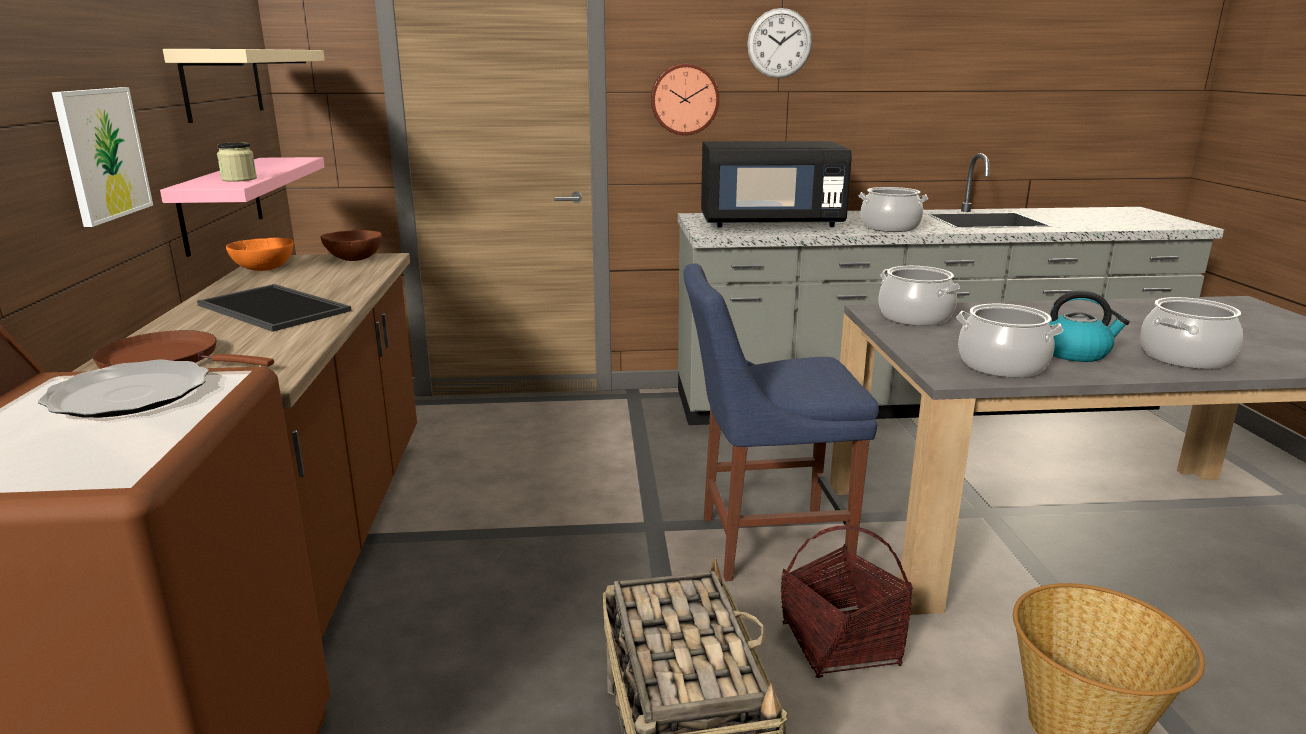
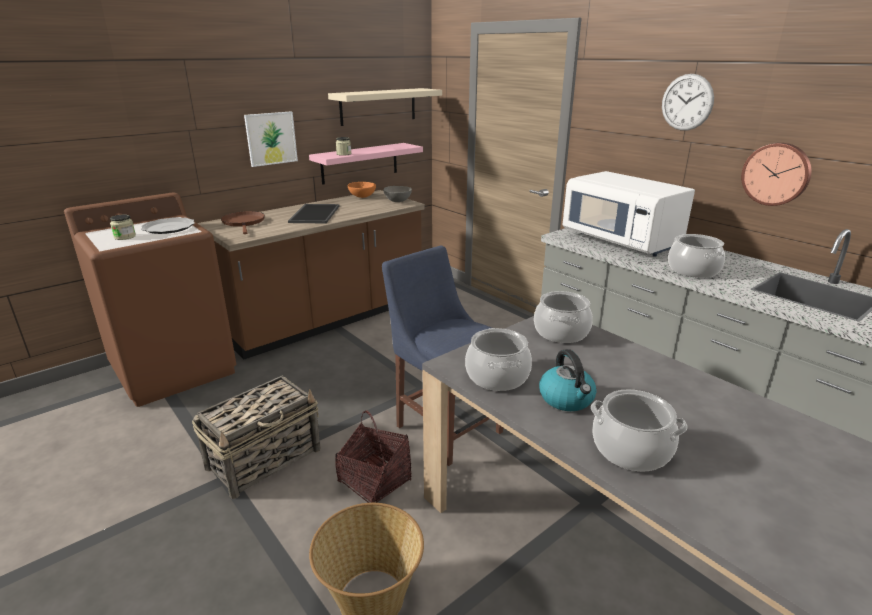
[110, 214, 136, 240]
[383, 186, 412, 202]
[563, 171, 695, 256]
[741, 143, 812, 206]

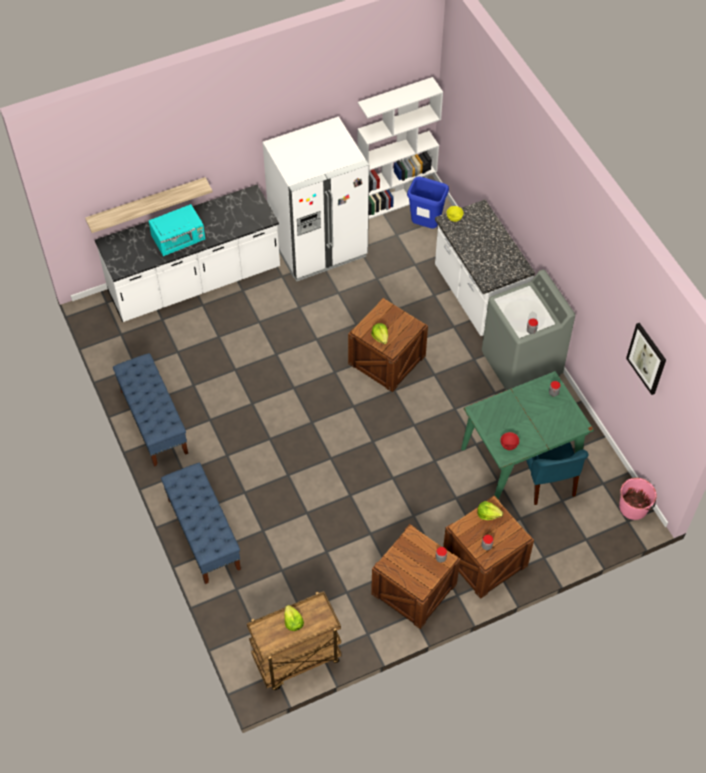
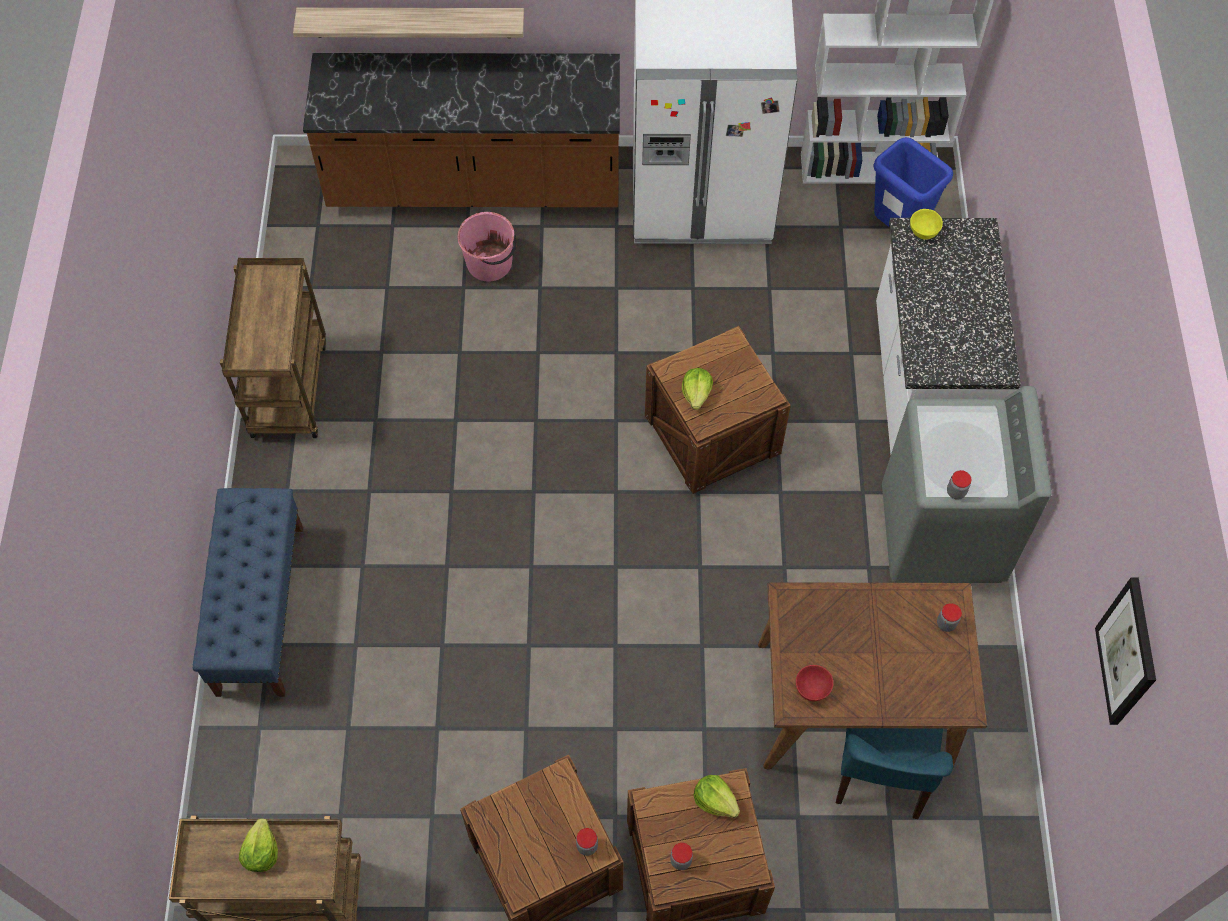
[220, 258, 326, 438]
[303, 53, 620, 207]
[457, 212, 517, 281]
[758, 582, 987, 769]
[149, 204, 205, 256] (first image)

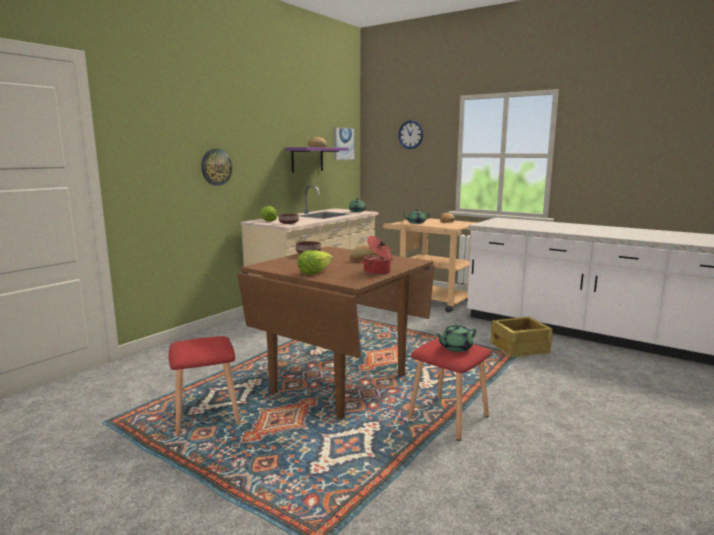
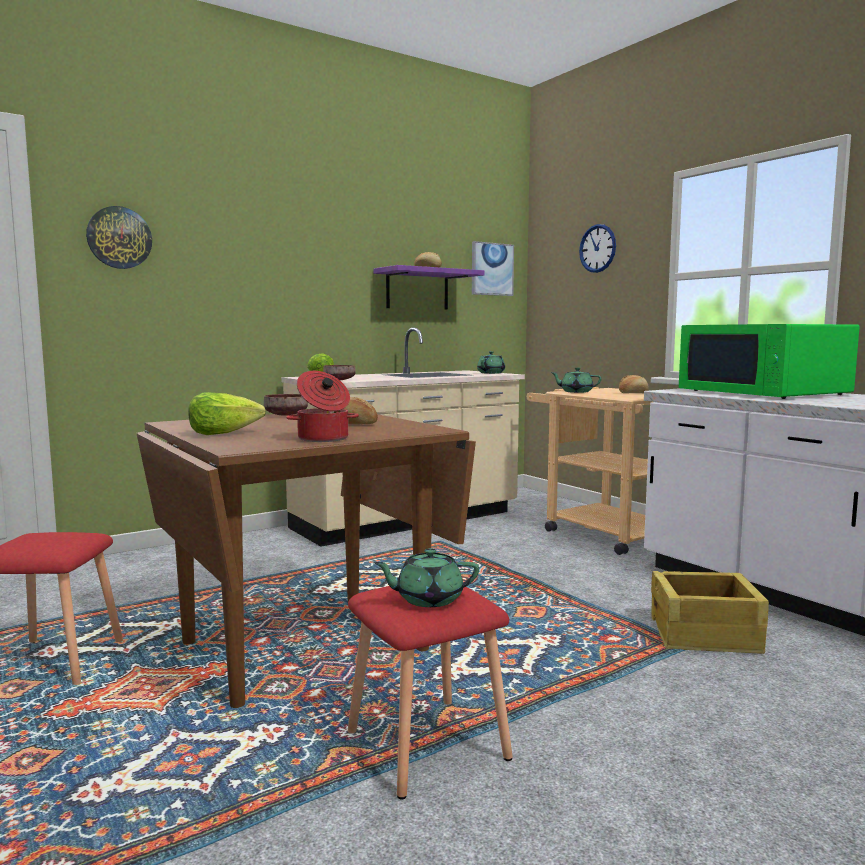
[86, 206, 152, 269]
[679, 324, 859, 399]

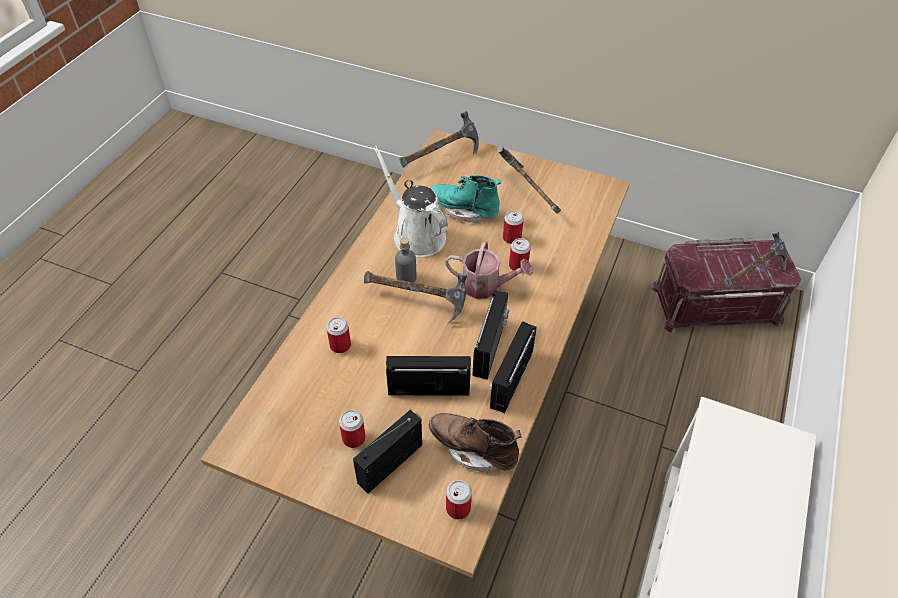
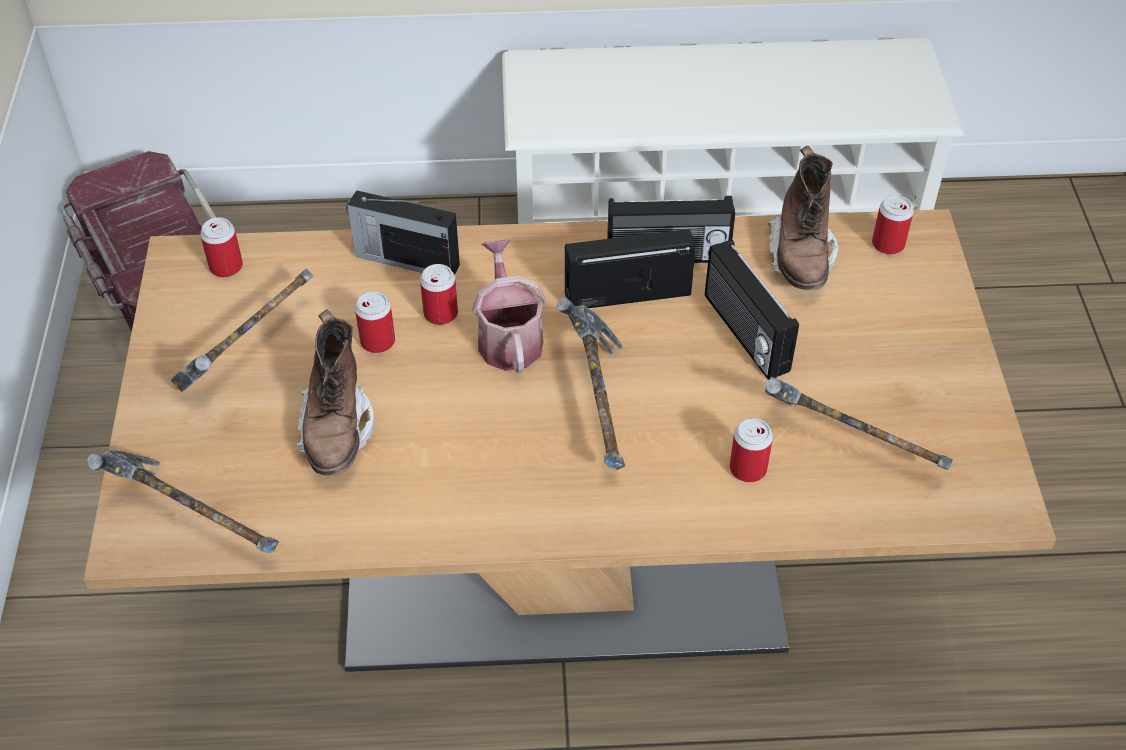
[200, 217, 243, 277]
[296, 310, 374, 475]
[346, 190, 460, 275]
[765, 377, 953, 470]
[373, 146, 448, 257] (first image)
[395, 237, 416, 283] (first image)

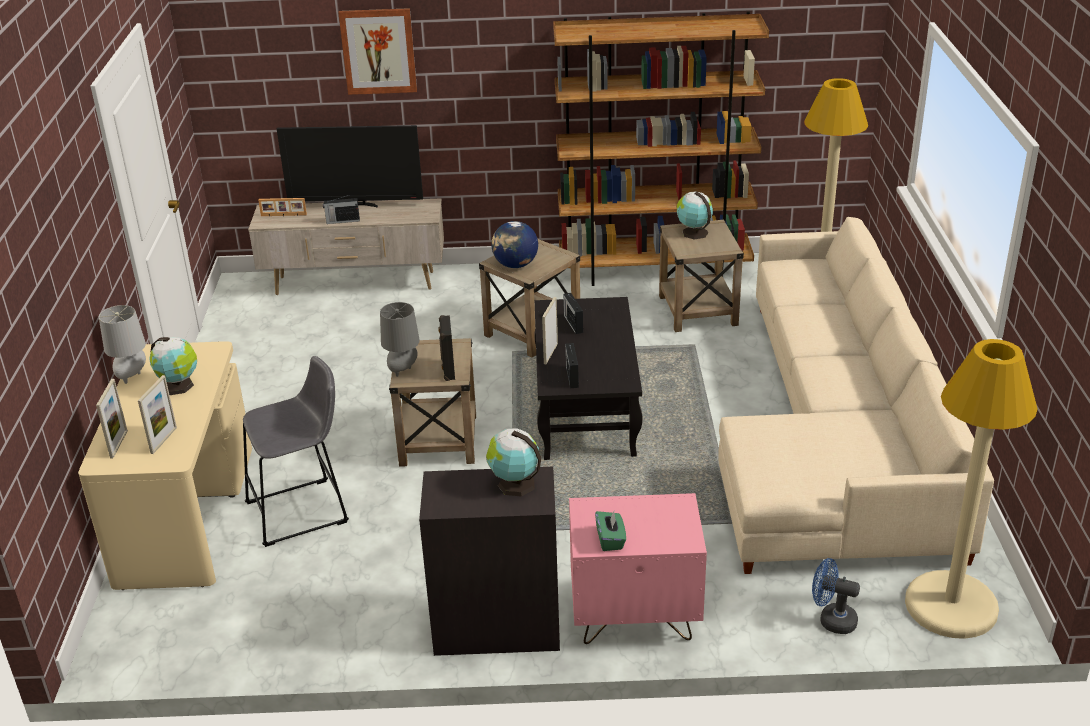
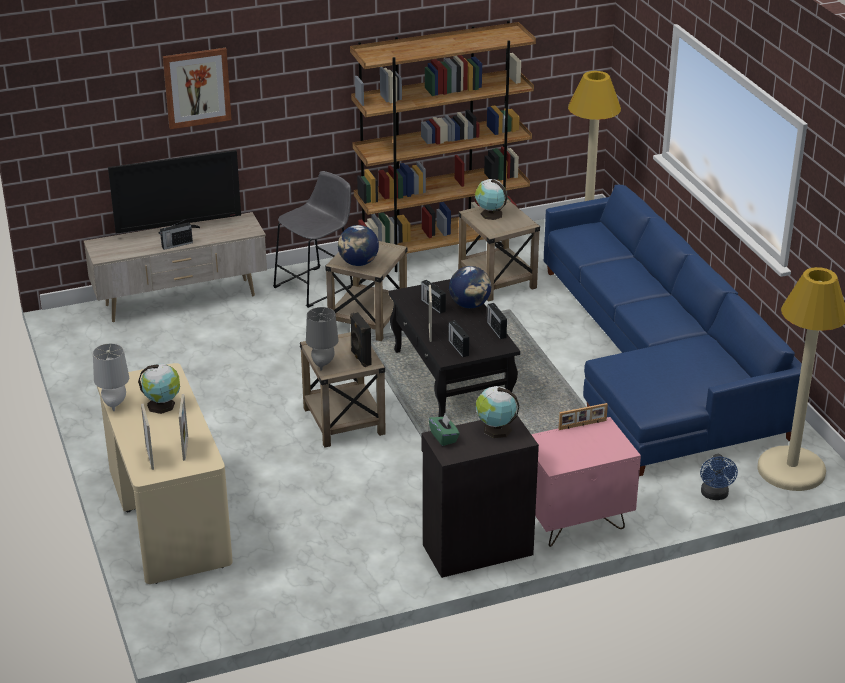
[273, 171, 353, 308]
[429, 414, 460, 446]
[449, 266, 491, 308]
[487, 303, 507, 339]
[544, 185, 802, 476]
[559, 403, 608, 430]
[700, 454, 738, 500]

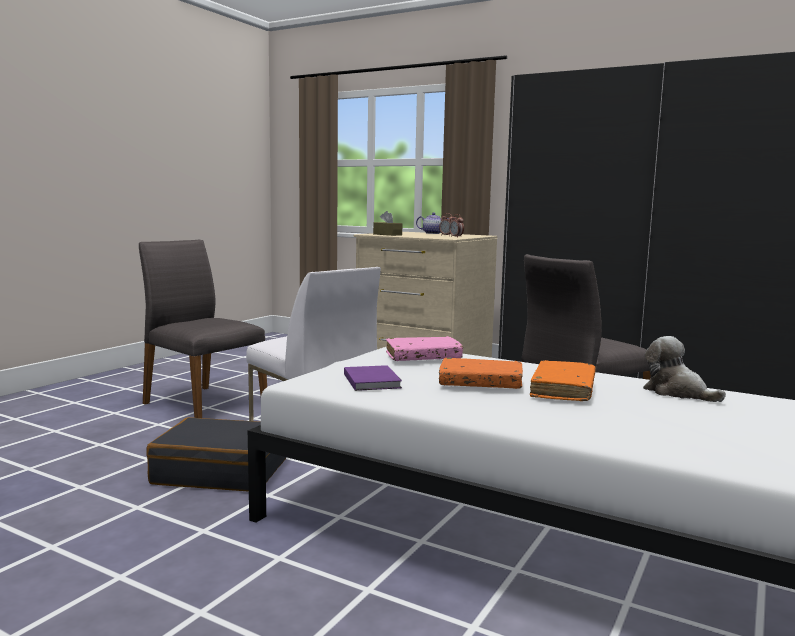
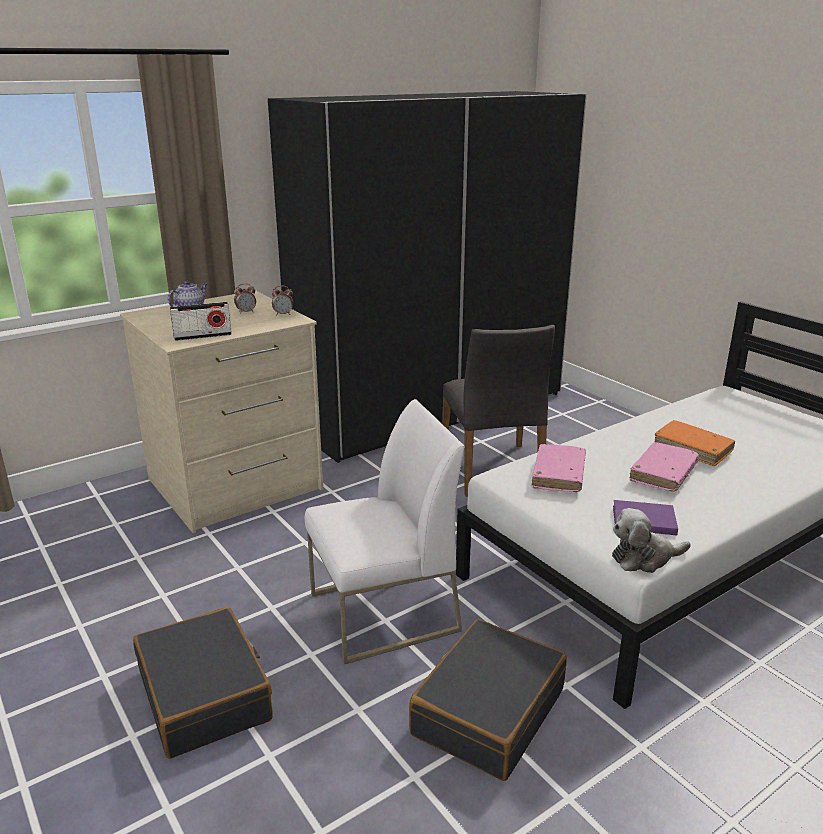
[133, 607, 273, 759]
[170, 302, 232, 341]
[612, 508, 691, 573]
[629, 442, 699, 492]

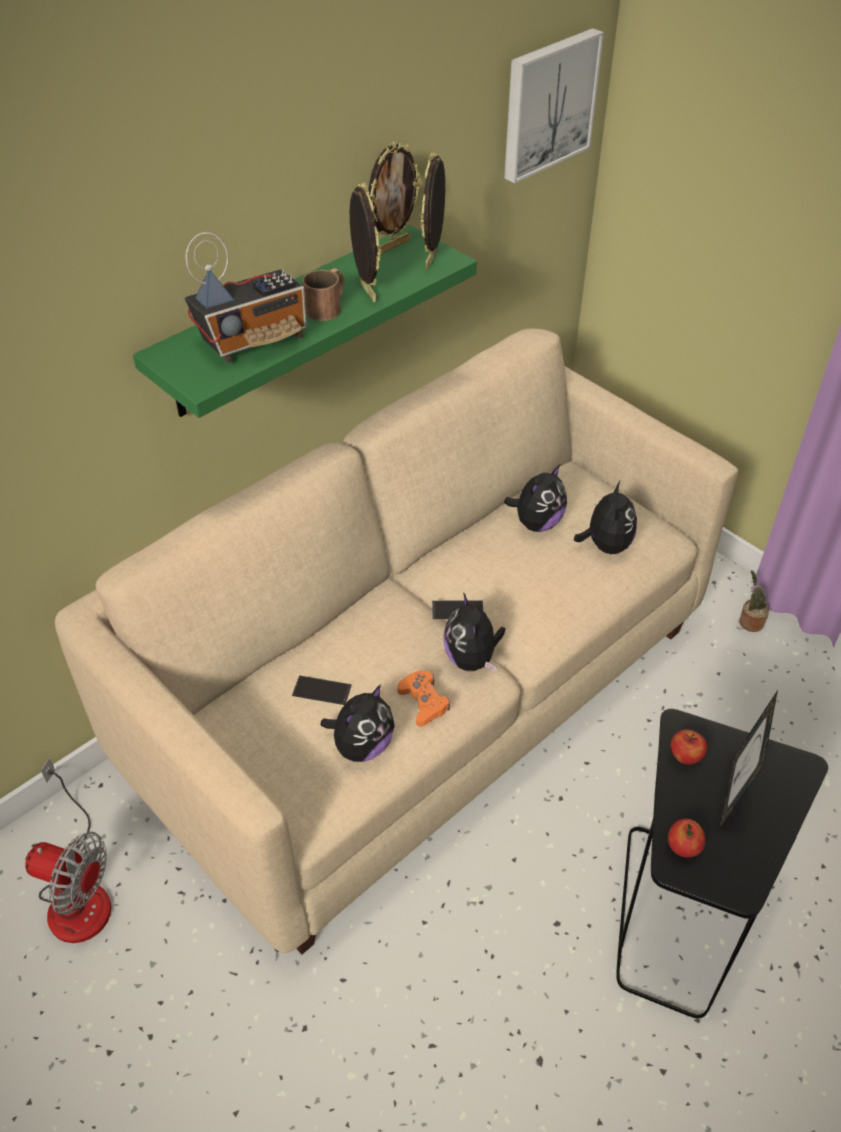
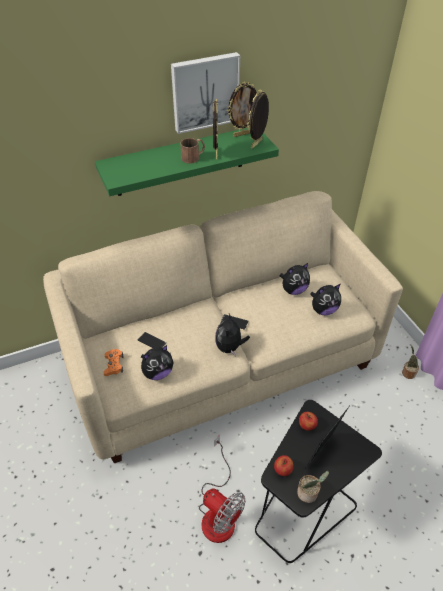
[103, 349, 124, 376]
[171, 52, 240, 134]
[199, 435, 246, 543]
[297, 471, 329, 503]
[310, 284, 341, 315]
[185, 232, 307, 363] (first image)

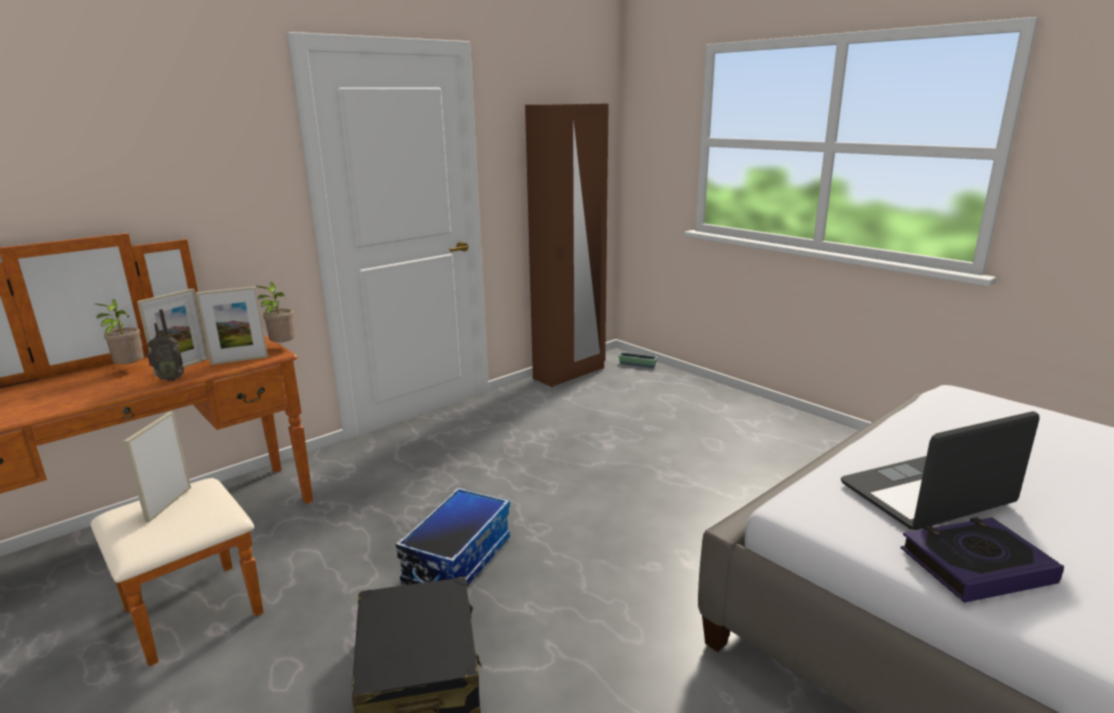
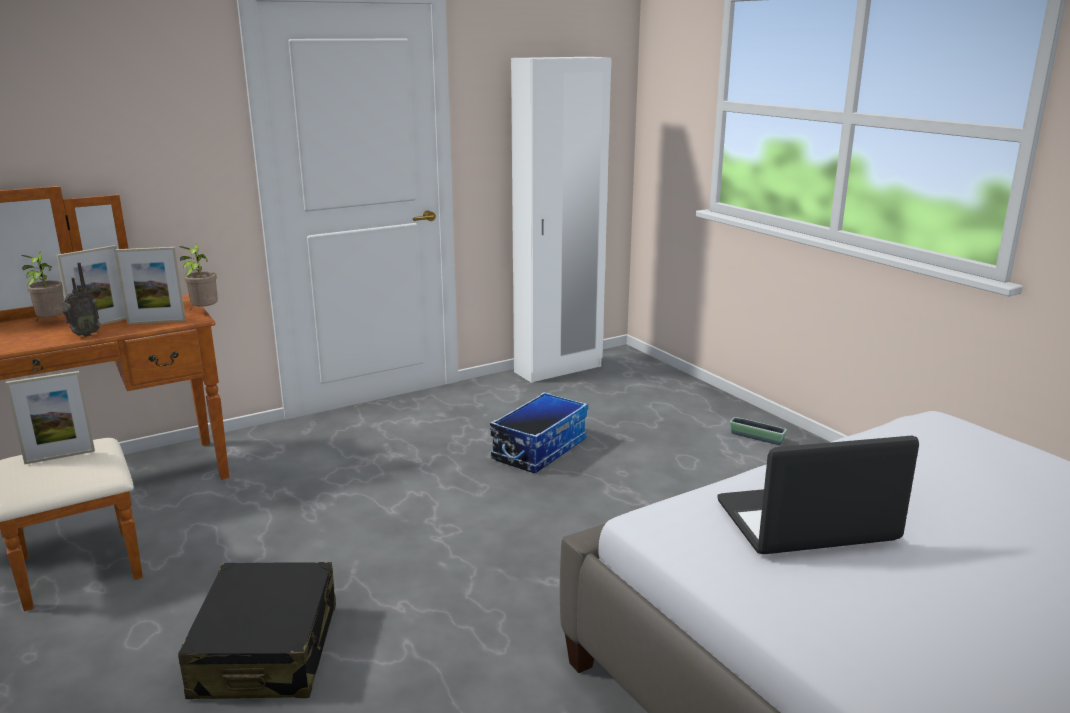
[6, 371, 95, 465]
[62, 263, 101, 337]
[490, 392, 588, 473]
[511, 57, 611, 383]
[730, 417, 787, 445]
[901, 517, 1064, 603] (first image)

